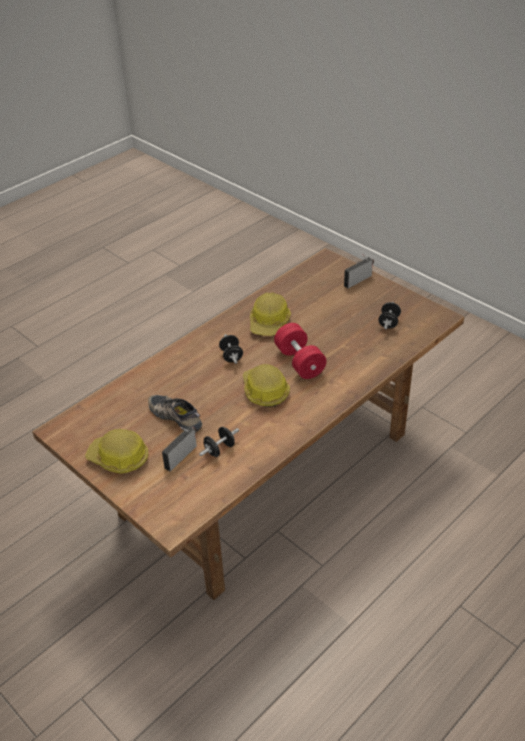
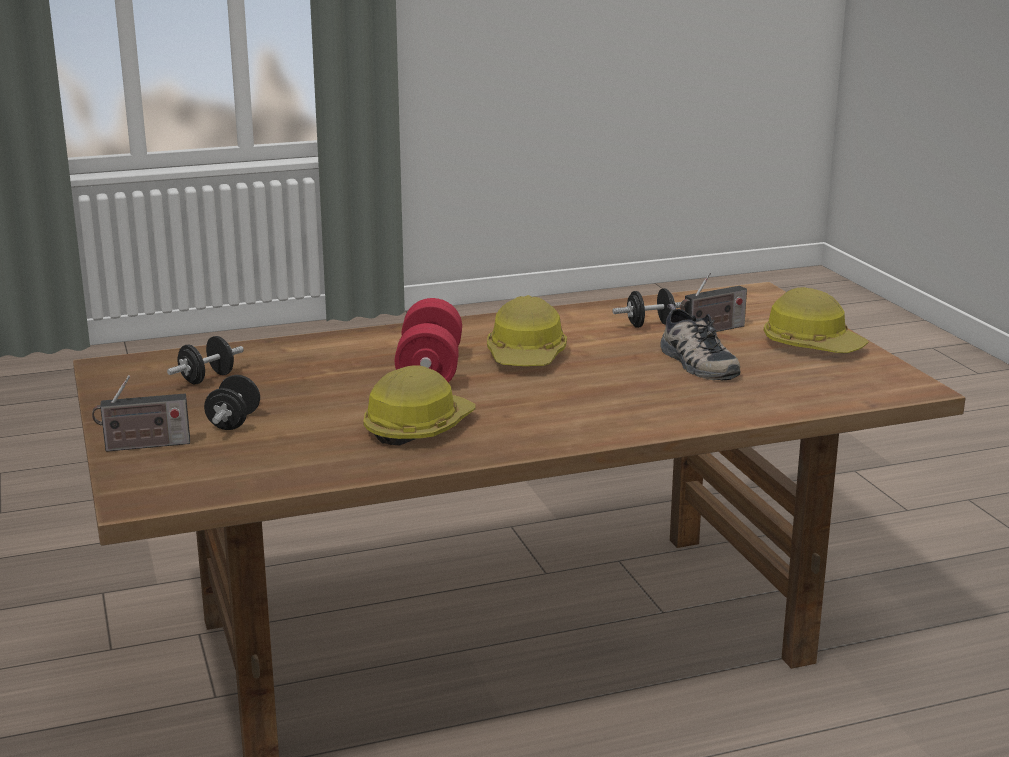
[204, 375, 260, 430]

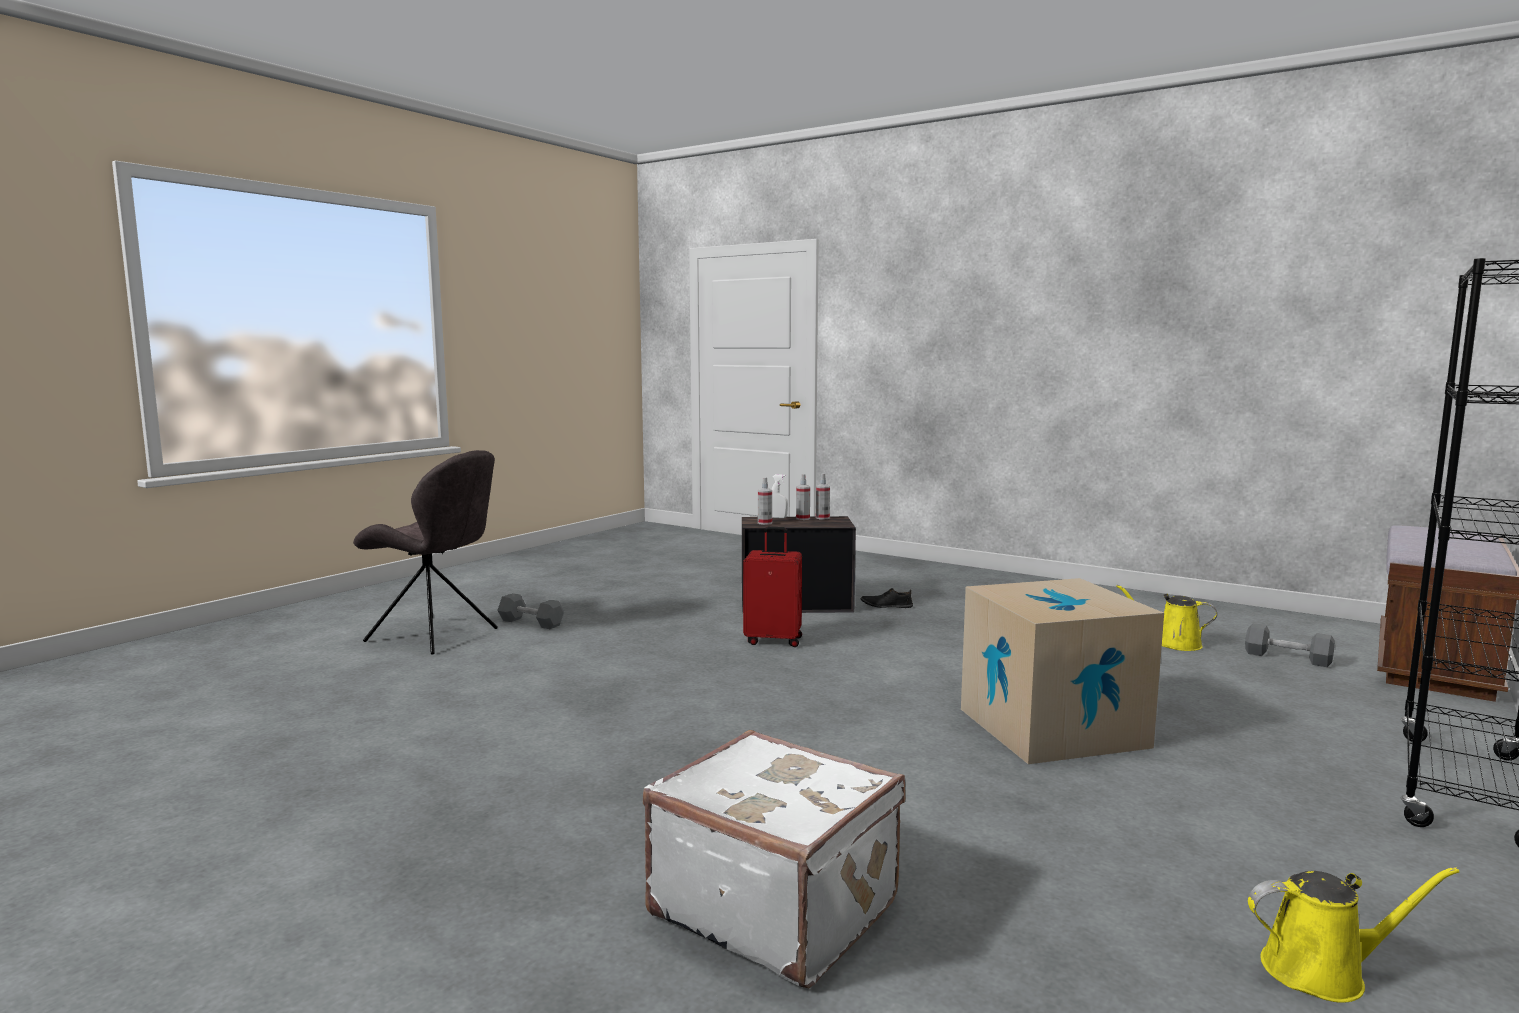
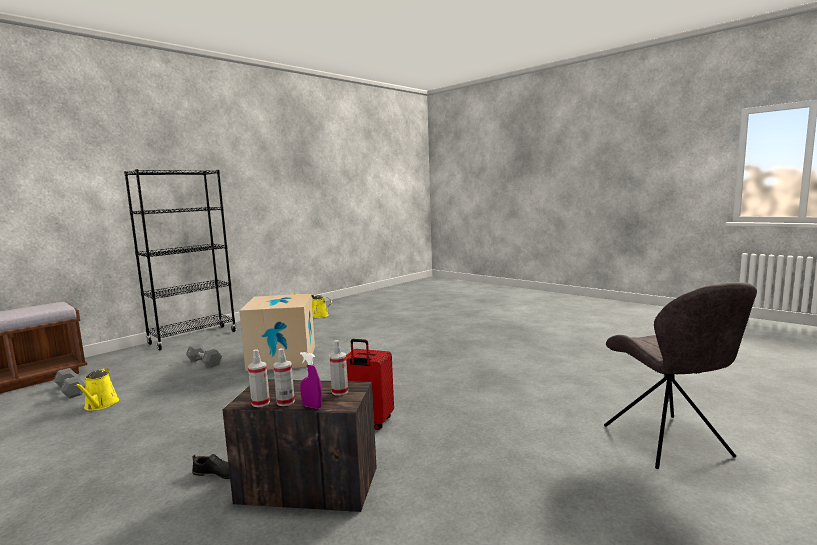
[75, 368, 119, 411]
[186, 344, 222, 368]
[300, 352, 322, 409]
[604, 282, 757, 469]
[643, 730, 905, 988] (first image)

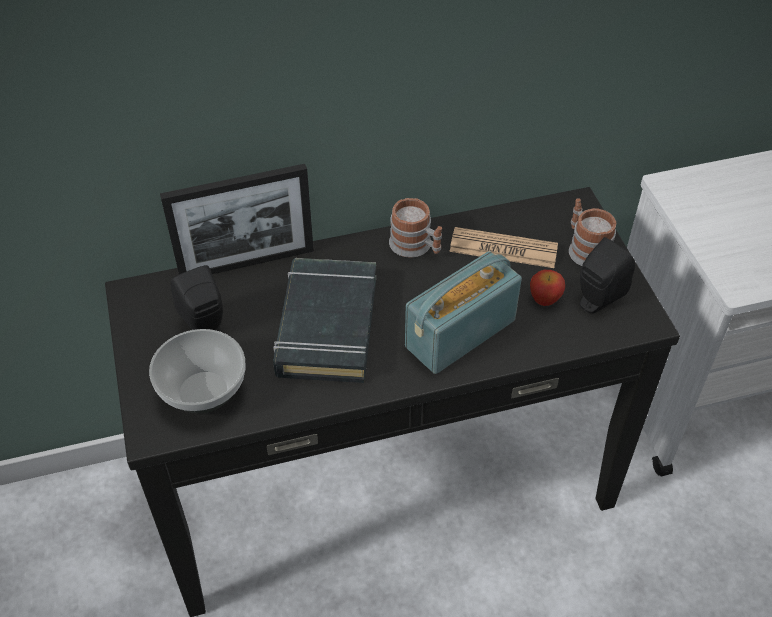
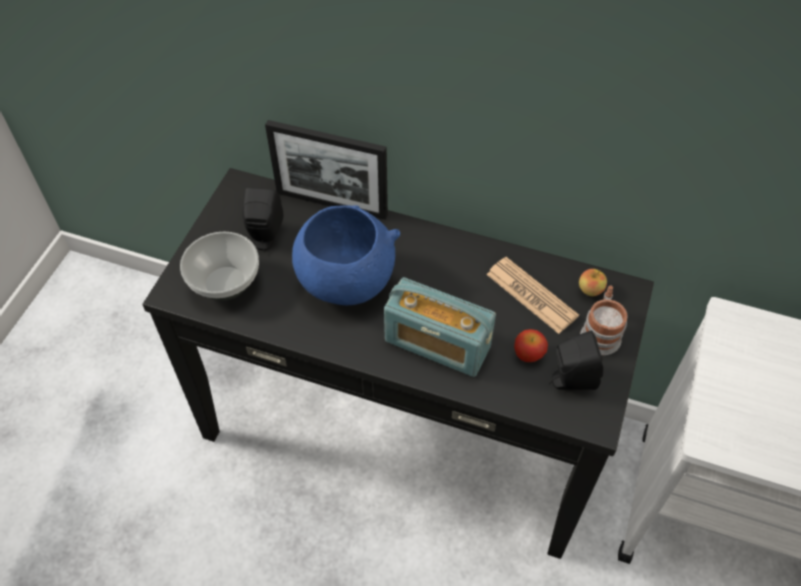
[292, 205, 400, 305]
[384, 277, 496, 377]
[579, 269, 607, 296]
[389, 198, 442, 257] (first image)

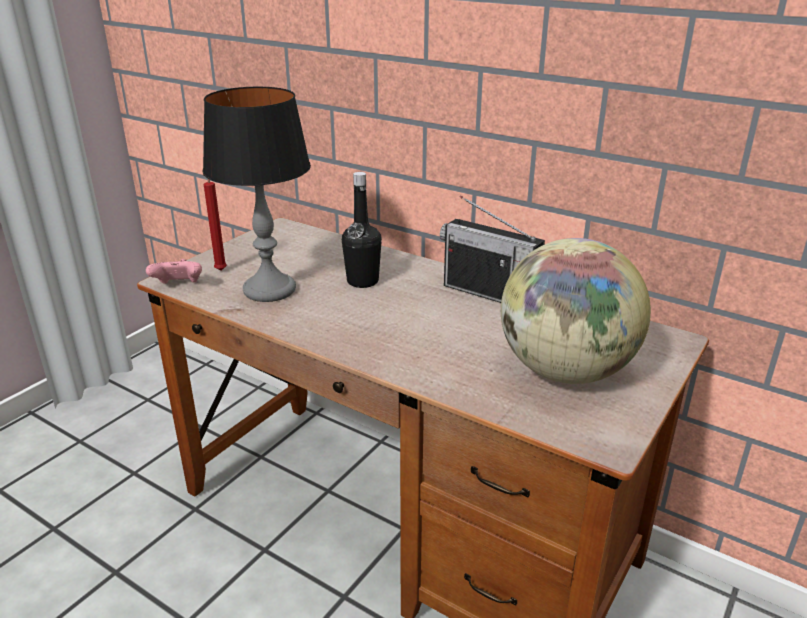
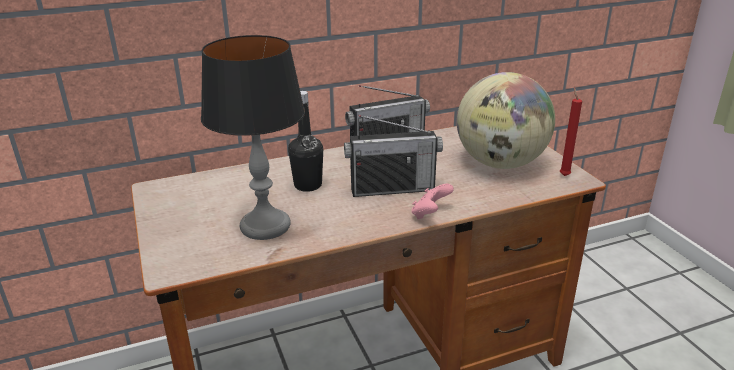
[344, 115, 443, 197]
[412, 184, 454, 219]
[560, 88, 582, 176]

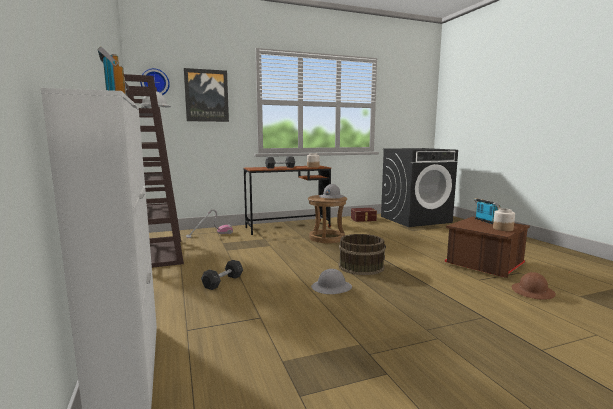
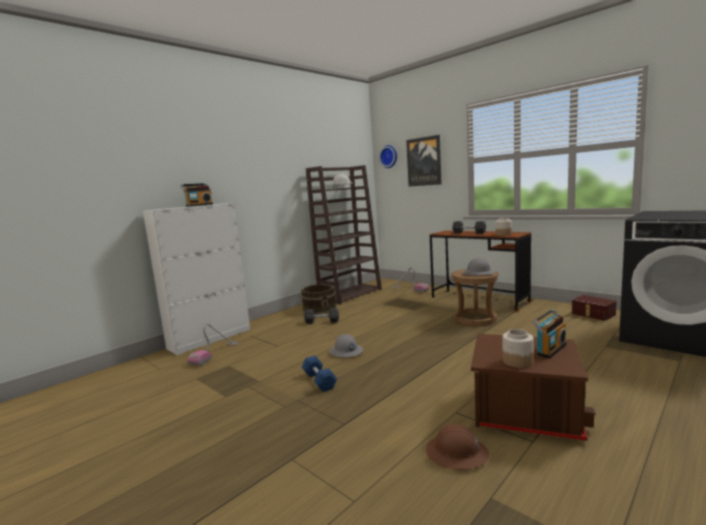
[187, 323, 239, 366]
[301, 284, 337, 315]
[302, 356, 337, 392]

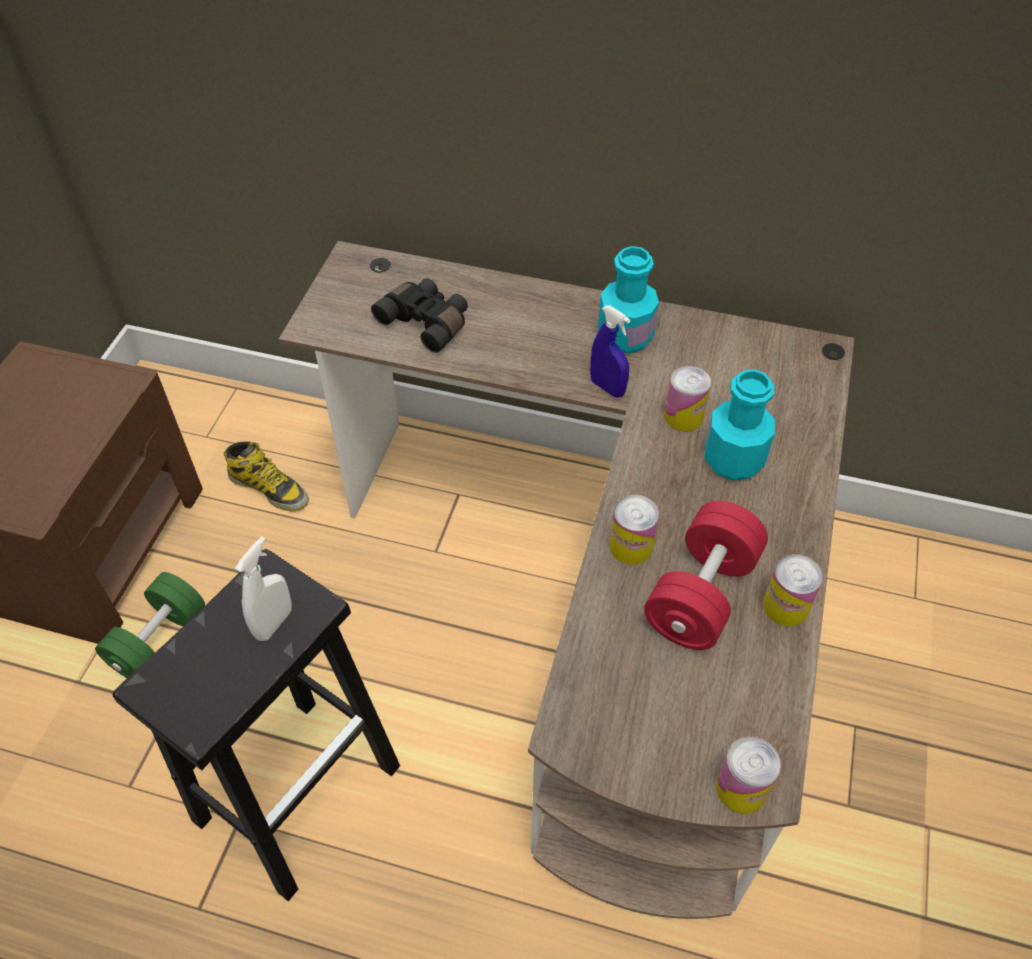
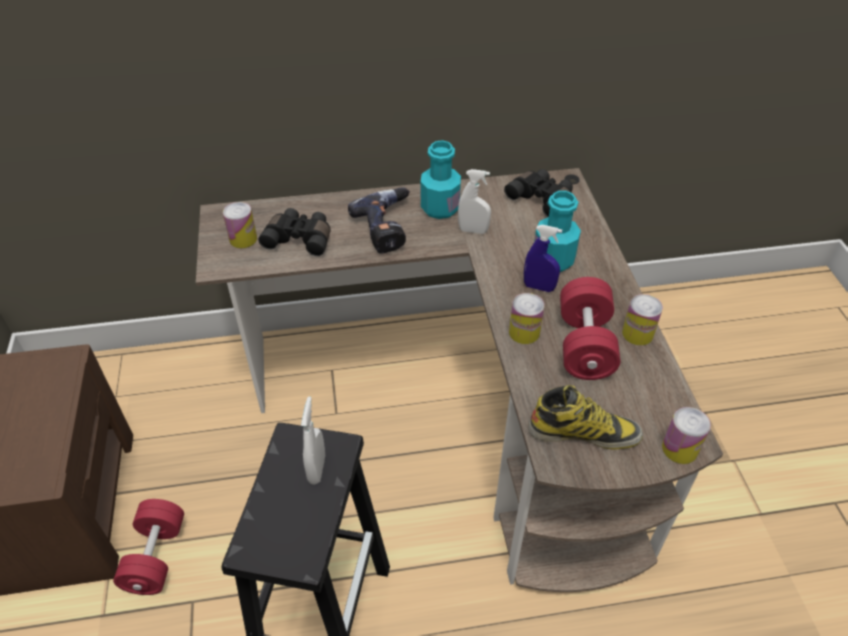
[113, 499, 184, 595]
[223, 202, 257, 248]
[348, 188, 410, 254]
[458, 169, 491, 234]
[504, 169, 573, 217]
[524, 225, 562, 292]
[528, 385, 643, 450]

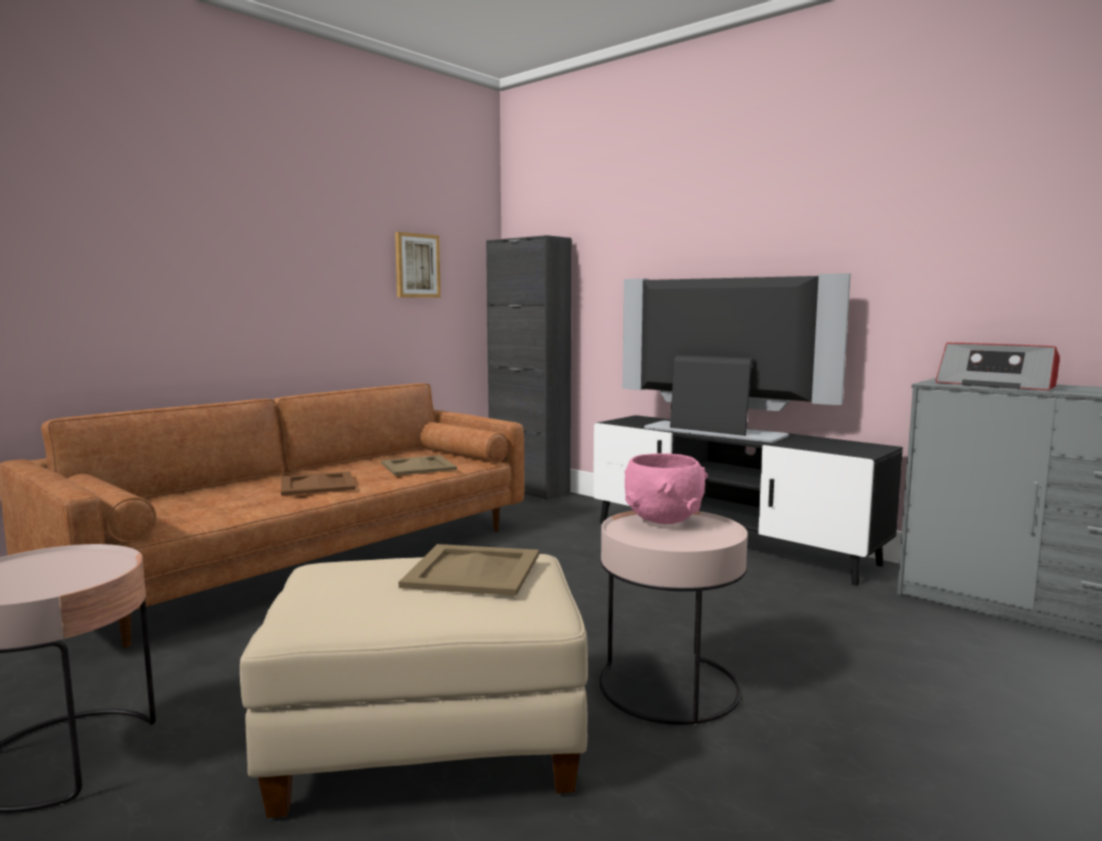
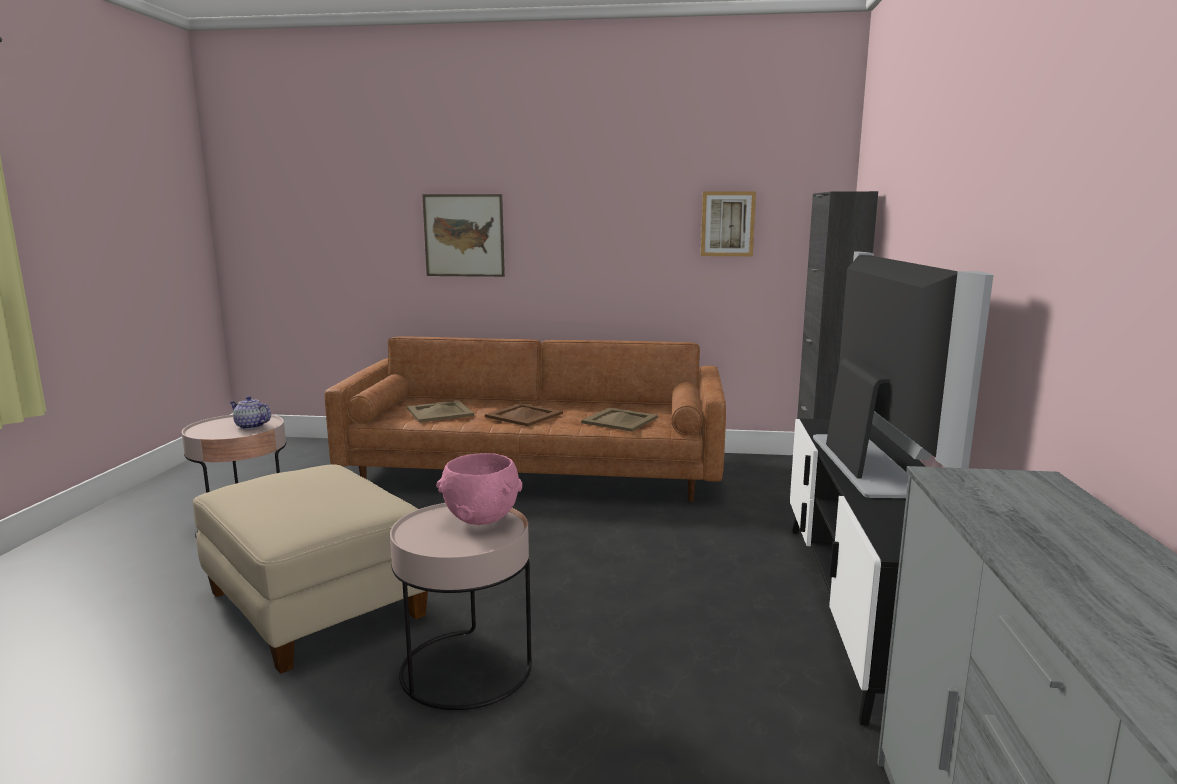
[229, 396, 271, 429]
[407, 401, 474, 422]
[422, 194, 505, 277]
[936, 343, 1060, 390] (first image)

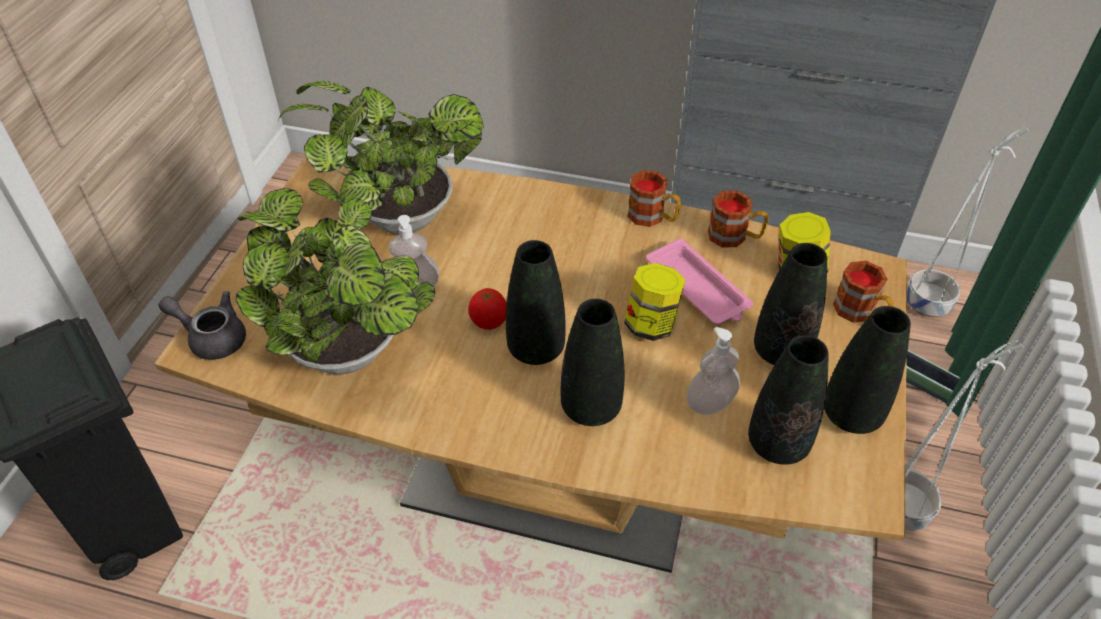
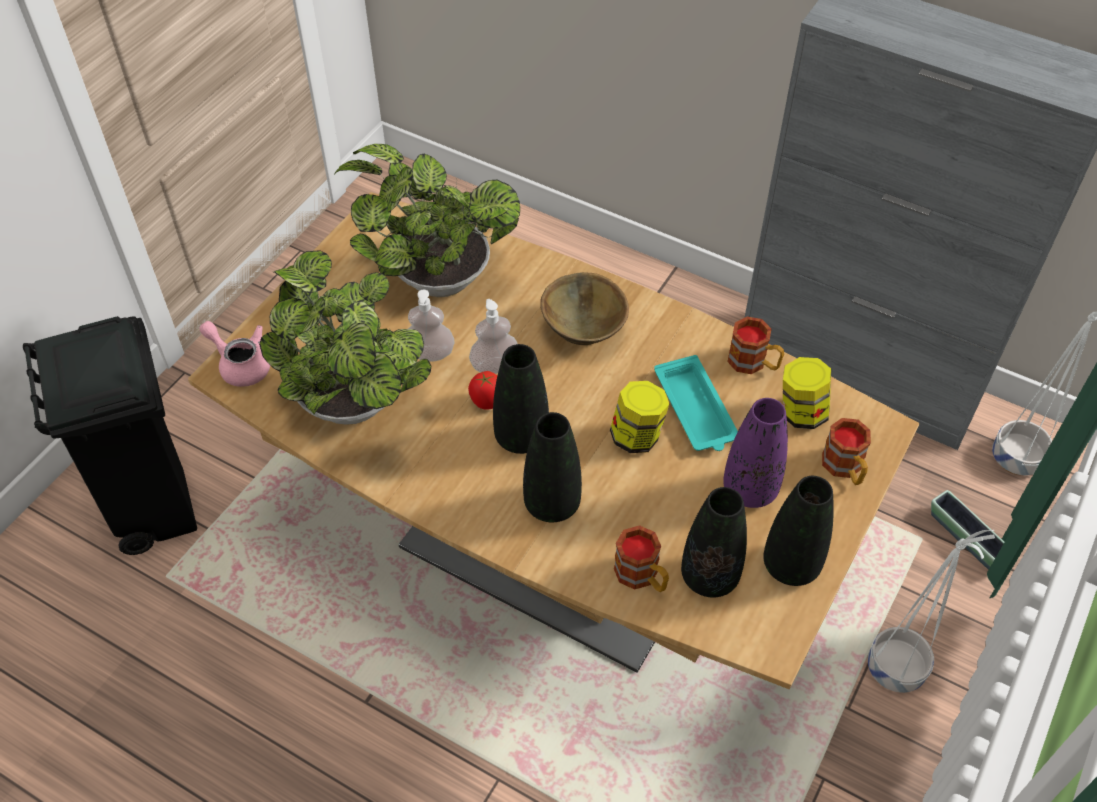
[199, 321, 270, 387]
[469, 299, 517, 374]
[540, 272, 629, 345]
[614, 525, 669, 592]
[654, 355, 738, 451]
[723, 398, 788, 508]

